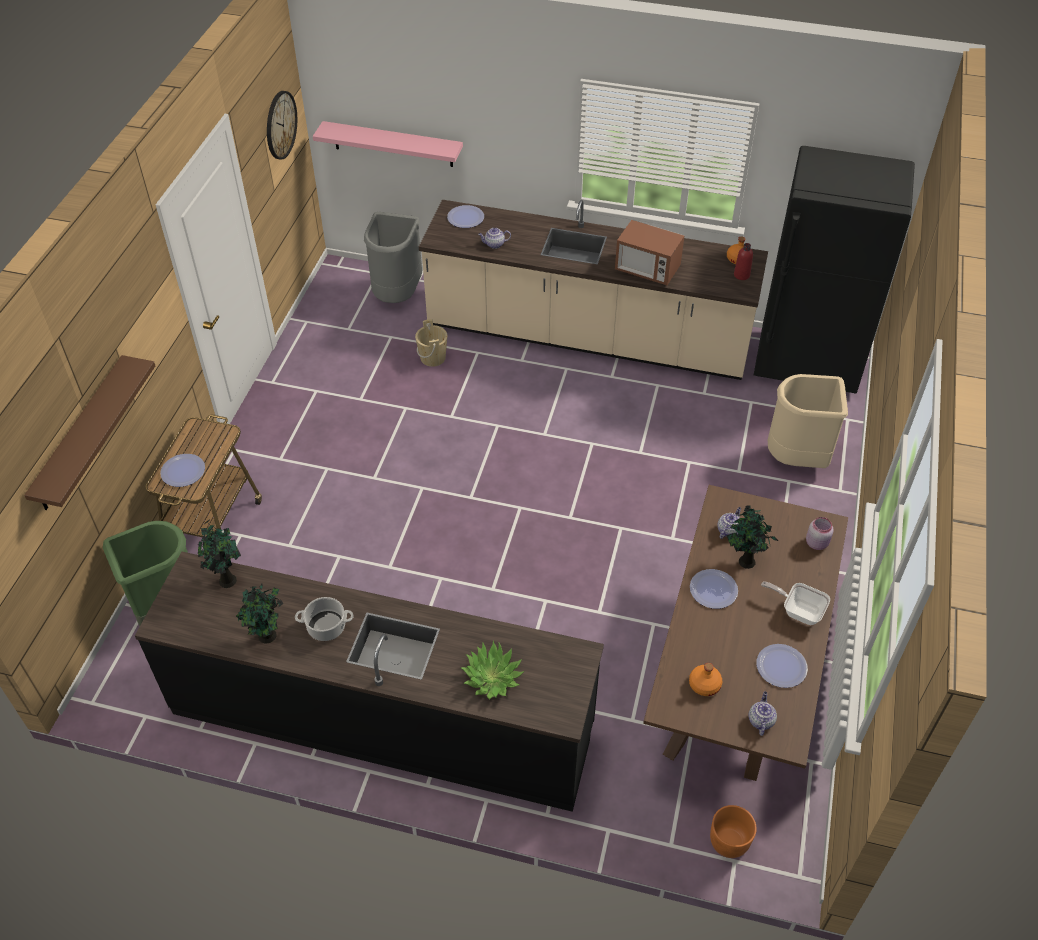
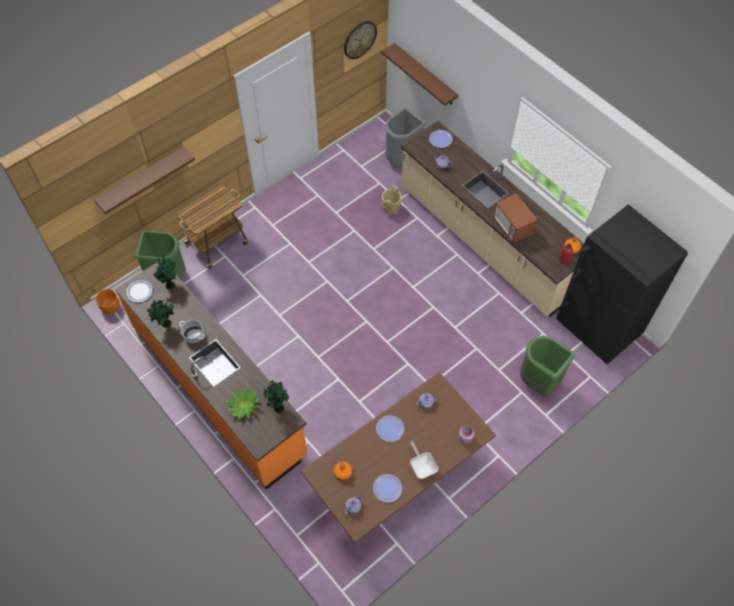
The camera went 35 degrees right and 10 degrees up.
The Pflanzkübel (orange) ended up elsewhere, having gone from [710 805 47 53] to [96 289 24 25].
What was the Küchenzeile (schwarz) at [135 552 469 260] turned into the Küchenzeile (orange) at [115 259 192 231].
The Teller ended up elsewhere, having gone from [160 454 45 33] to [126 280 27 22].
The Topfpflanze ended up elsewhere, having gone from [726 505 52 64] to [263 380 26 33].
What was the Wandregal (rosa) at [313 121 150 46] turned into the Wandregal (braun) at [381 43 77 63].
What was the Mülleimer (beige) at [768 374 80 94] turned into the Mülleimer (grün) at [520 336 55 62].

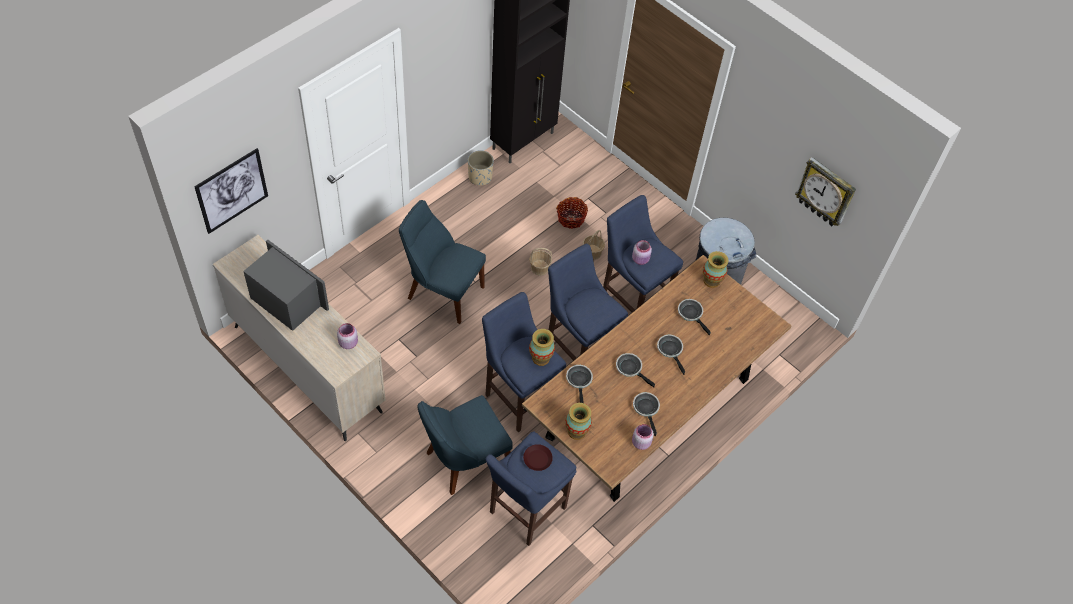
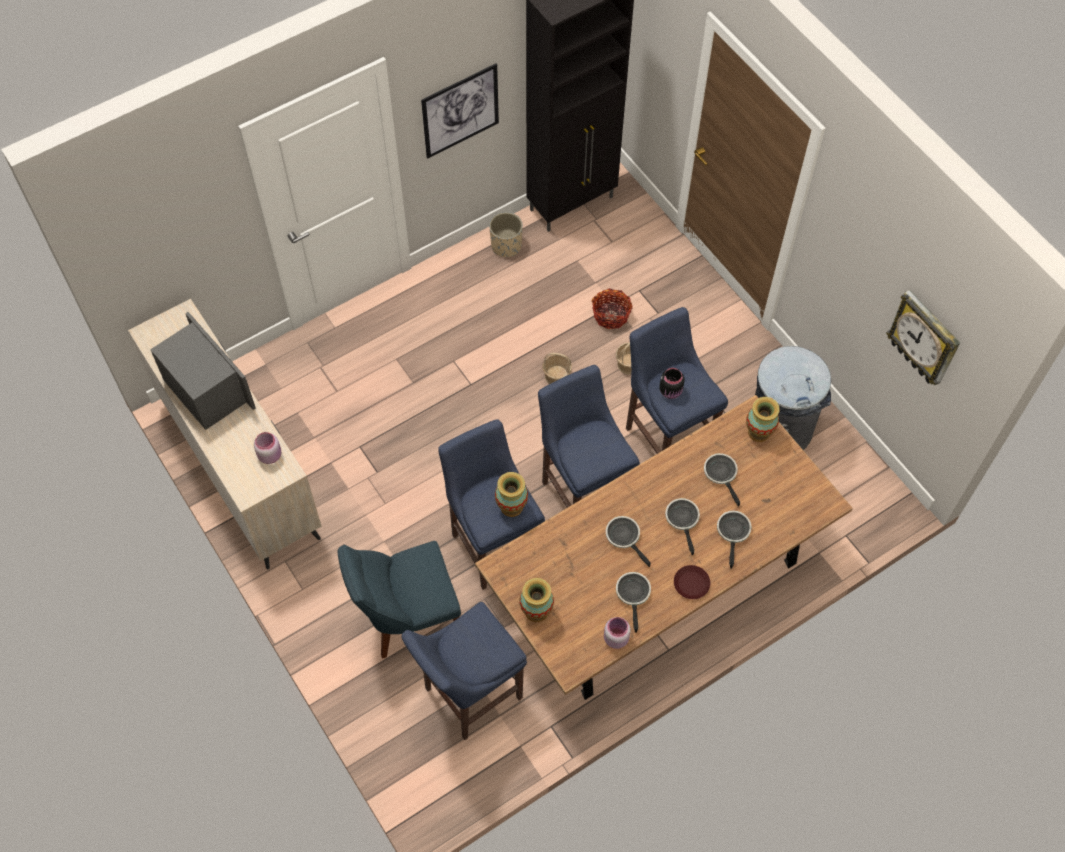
The camera went 15 degrees right and 5 degrees up.
The Bild ended up elsewhere, having gone from [194 148 74 86] to [421 63 78 96].
What was the Vorratsglas (rosa) at [632 240 20 25] turned into the Vorratsglas (schwarz) at [659 368 25 31].
The Teller (braun) ended up elsewhere, having gone from [523 444 30 27] to [674 565 36 34].
The Pfanne ended up elsewhere, having gone from [566 365 27 38] to [717 511 34 58].
The second view lost the Stuhl (blau) at [399 200 87 124].

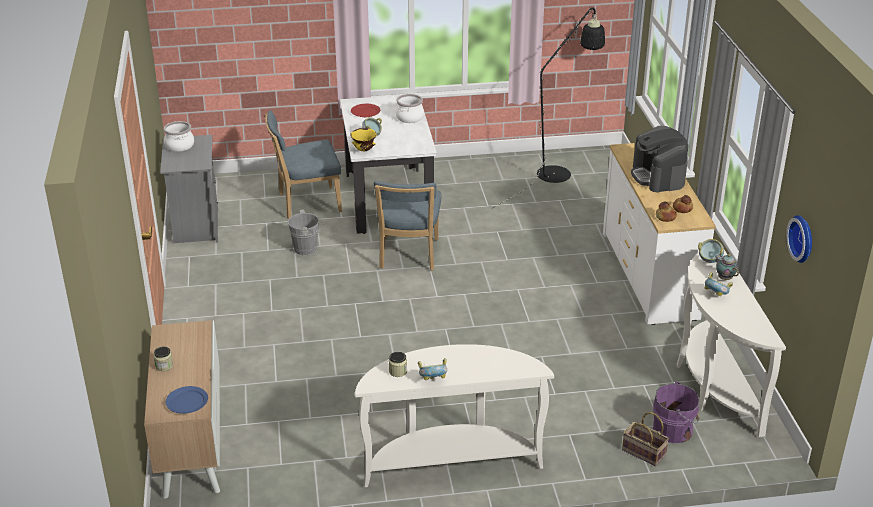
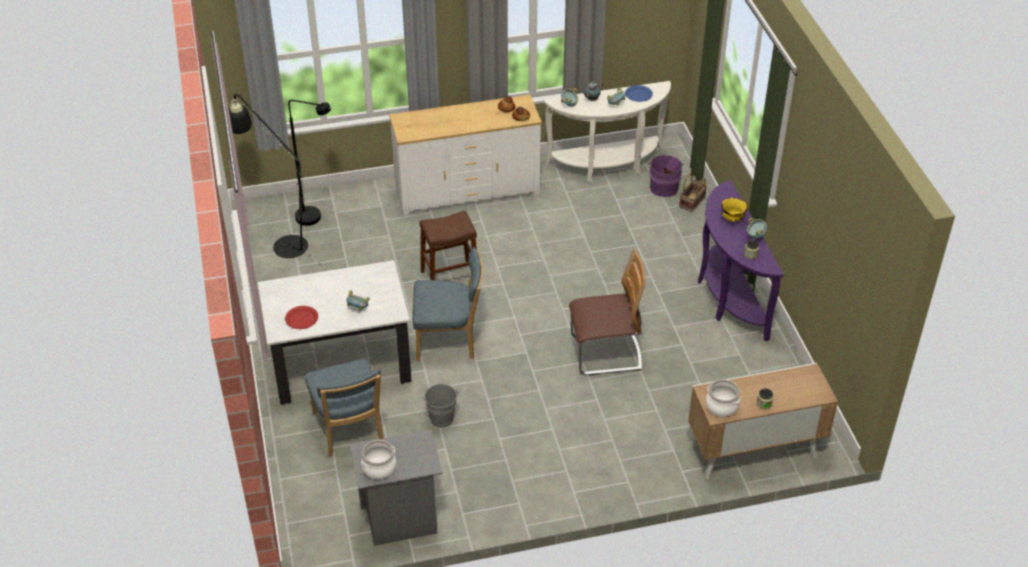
The camera went 95 degrees left and 10 degrees up.
The second view gained the Stehlampe (schwarz) at [288 100 43 126].
The second view gained the Hocker (braun) at [420 211 57 69].
The second view gained the Stuhl at [569 249 76 126].
The Teller (blau) ended up elsewhere, having gone from [166 386 42 28] to [625 85 28 17].
What was the Konsolentisch (weiß) at [355 344 199 143] turned into the Konsolentisch (lila) at [698 180 86 161].
The Kochtopf ended up elsewhere, having gone from [395 94 29 29] to [706 379 34 38].
The Schüssel (gelb) ended up elsewhere, having gone from [350 128 27 23] to [722 198 26 24].
The second view lost the Kaffeemaschine at [631 126 57 66].
The second view lost the Wanduhr at [786 215 26 48].

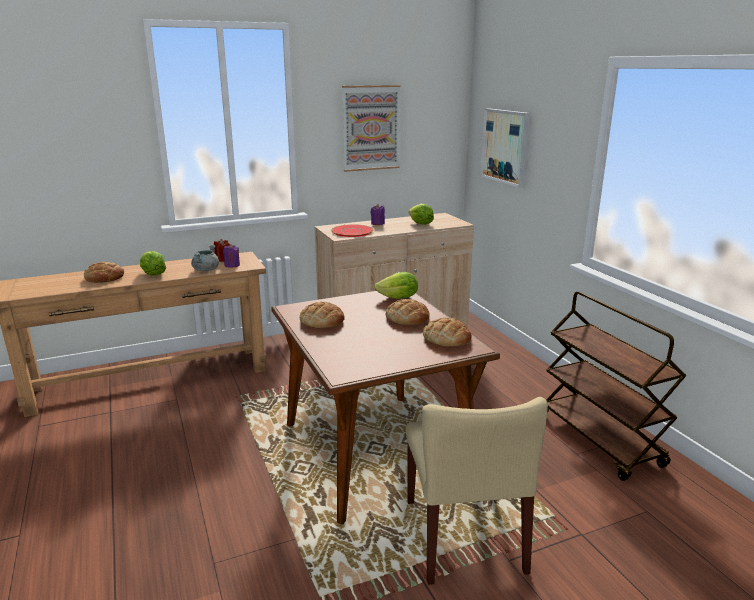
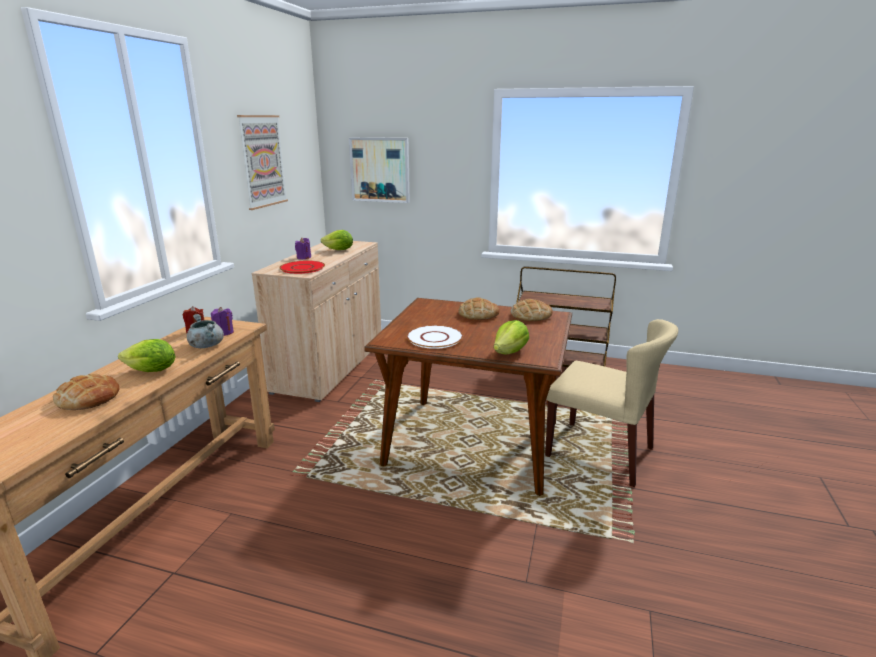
The camera went 50 degrees left and 0 degrees up.
Where the Brot stood at [300 302 45 26], the Teller (weiß) came to stand at [406 325 57 24].
The Salatkopf ended up elsewhere, having gone from [374 272 44 27] to [494 320 35 34].

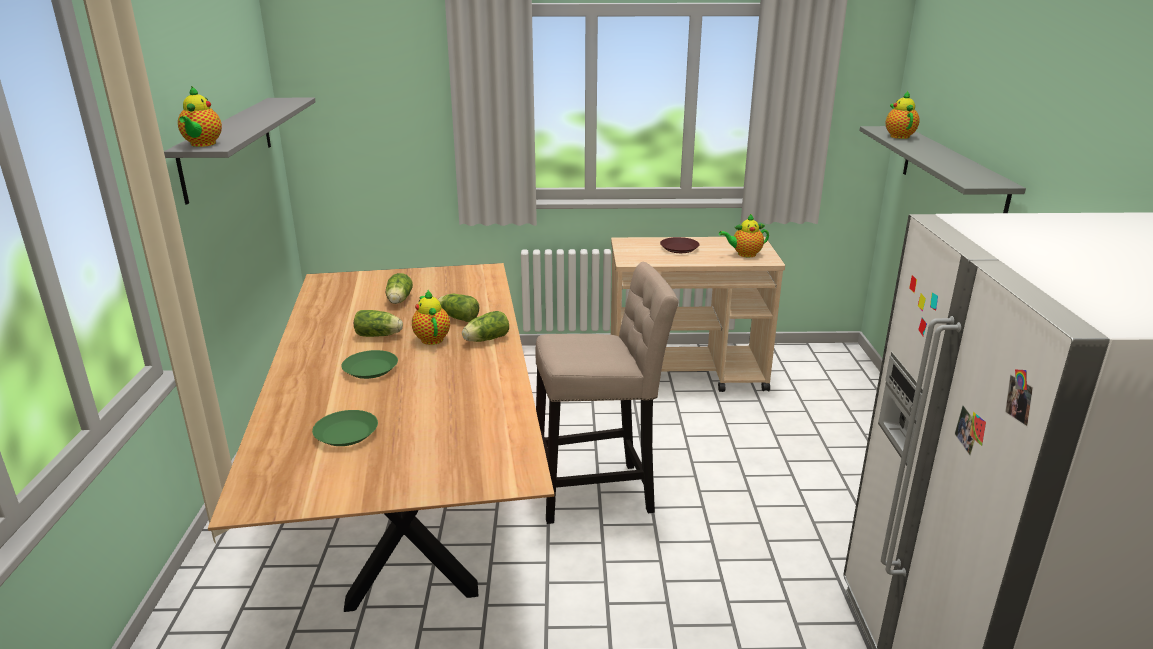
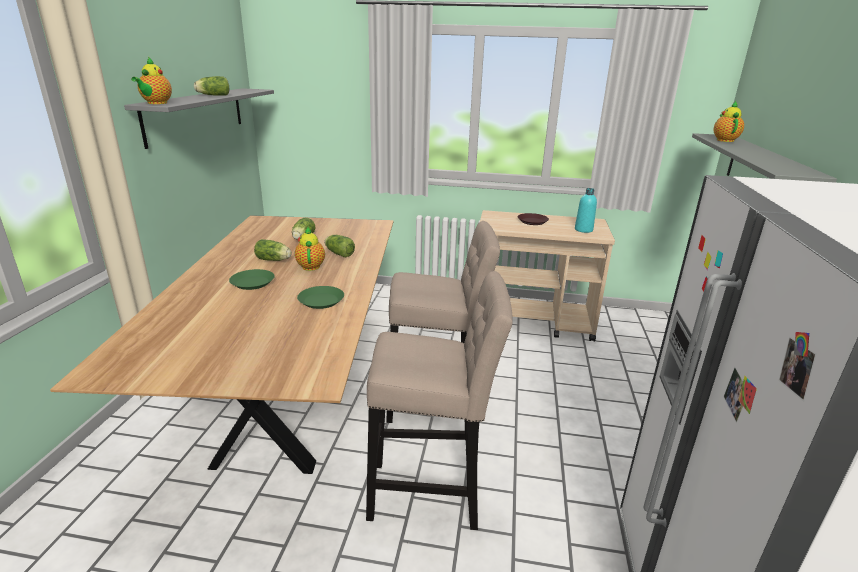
The camera went 10 degrees right and 0 degrees up.
The Salatkopf ended up elsewhere, having gone from [462 311 47 31] to [194 76 35 20].
The Teller (grün) ended up elsewhere, having gone from [312 410 66 36] to [297 286 47 23].
The second view gained the Hocker (beige) at [366 271 146 259].
Where the Teekanne stood at [719 214 50 43], the Flasche (türkis) came to stand at [575 188 22 45].

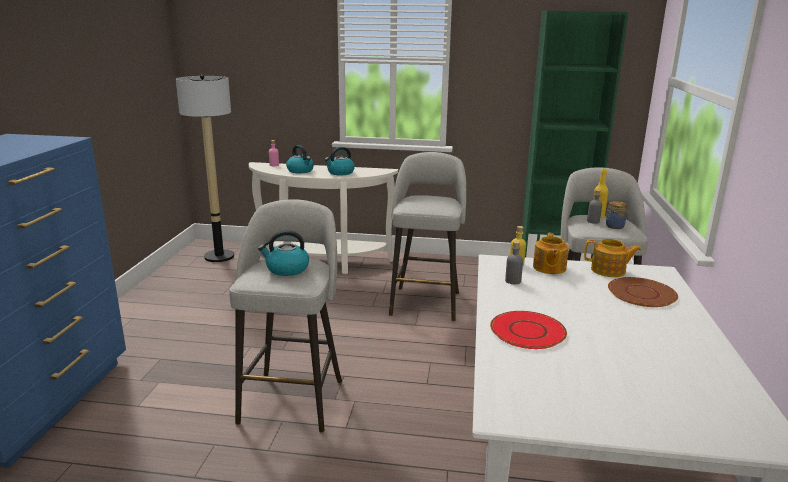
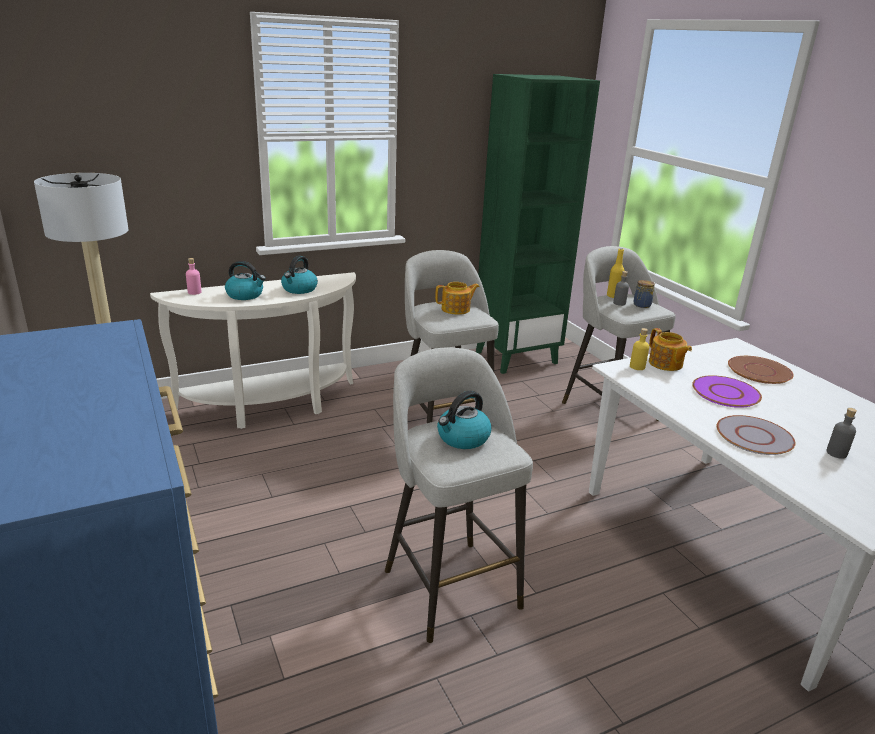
The camera went 35 degrees left and 5 degrees up.
The Teekanne ended up elsewhere, having gone from [584 239 57 38] to [435 282 44 33].
The second view gained the Teller (lila) at [692 375 70 33].
What was the Teller (rot) at [490 311 77 38] turned into the Teller (grau) at [717 415 79 40].
The Flasche (grau) ended up elsewhere, having gone from [505 241 18 43] to [826 408 31 51].

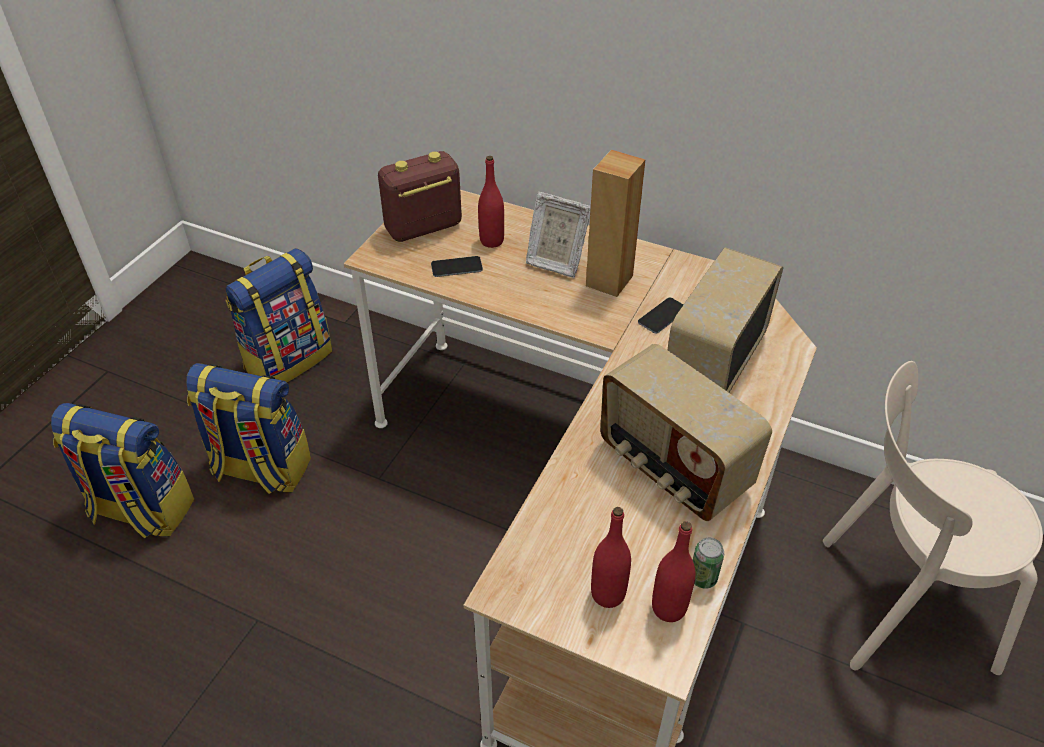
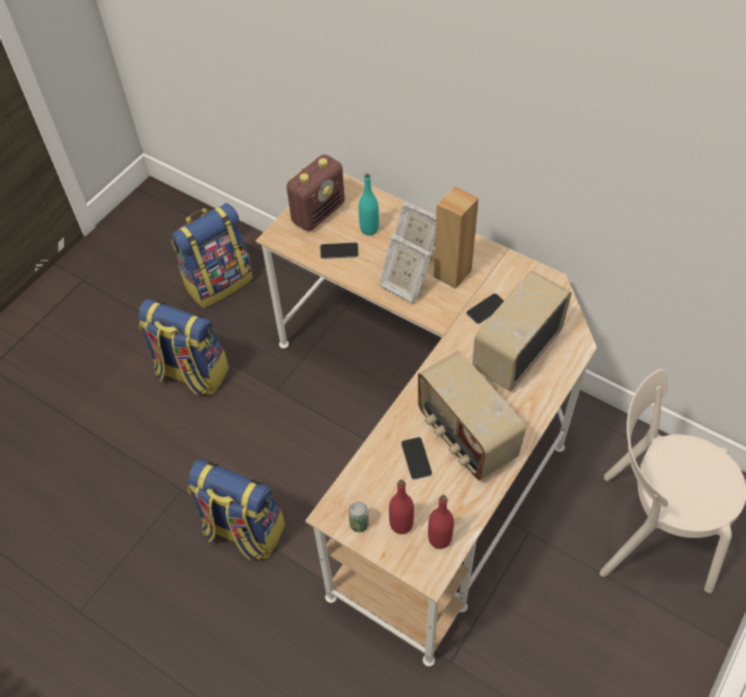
The camera went 10 degrees right and 10 degrees up.
The Rucksack ended up elsewhere, having gone from [51 403 143 135] to [188 459 97 101].
The Radio at [378 151 84 91] ended up facing another way, 150 degrees clockwise from before.
The Dose ended up elsewhere, having gone from [693 537 31 52] to [348 502 21 30].
What was the Flasche (rot) at [478 156 26 92] turned into the Flasche (türkis) at [359 174 20 61].
The second view gained the Bilderrahmen at [380 234 51 69].
The second view gained the Handy at [401 437 31 43].

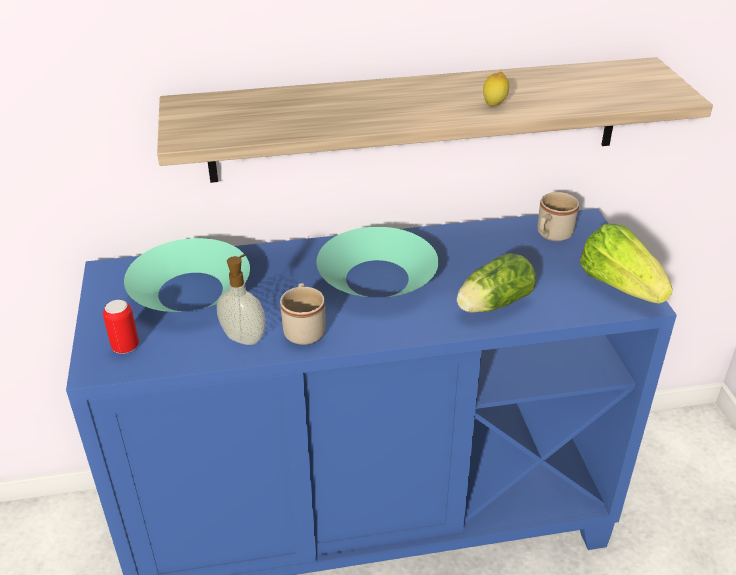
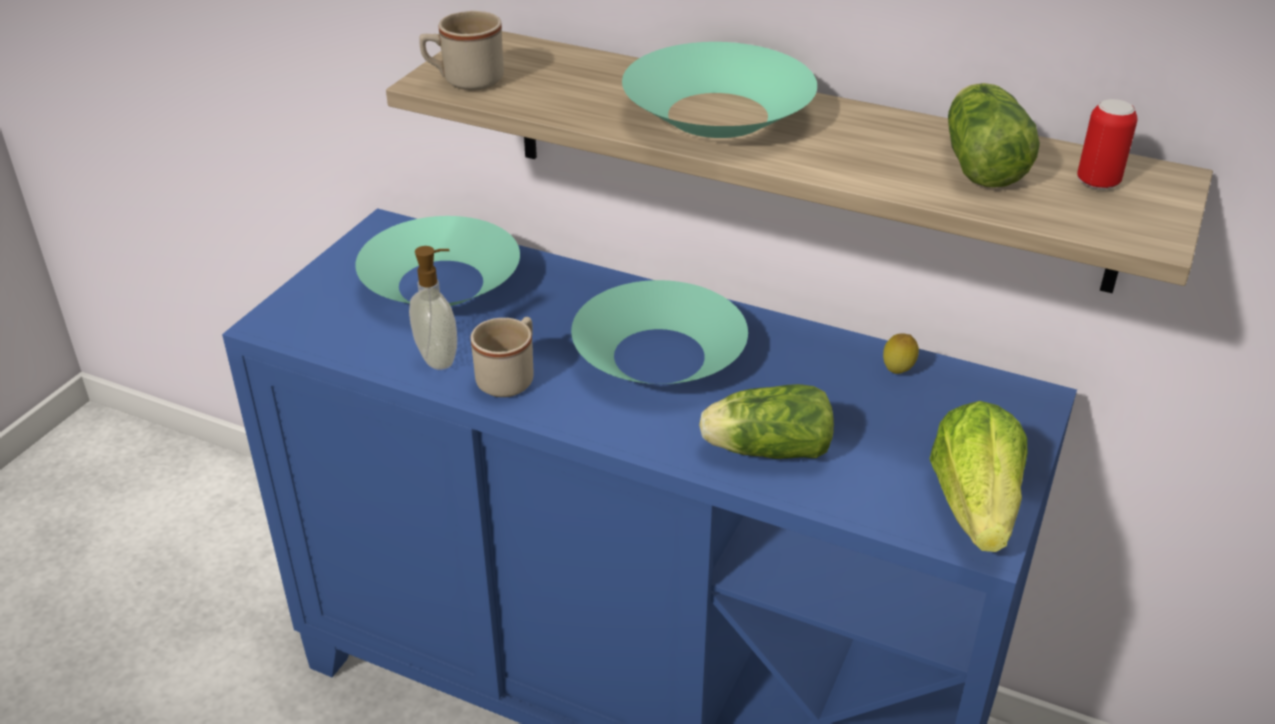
The camera went 35 degrees right and 0 degrees up.
The Henkelbecher (beige) ended up elsewhere, having gone from [537 192 42 49] to [419 11 85 79].
The second view gained the Schüssel (türkis) at [622 42 195 96].
The Zitrone ended up elsewhere, having gone from [483 72 26 34] to [883 333 36 41].
The second view gained the Salatkopf at [948 83 92 104].
The Dose ended up elsewhere, having gone from [103 300 36 54] to [1077 99 60 91].

